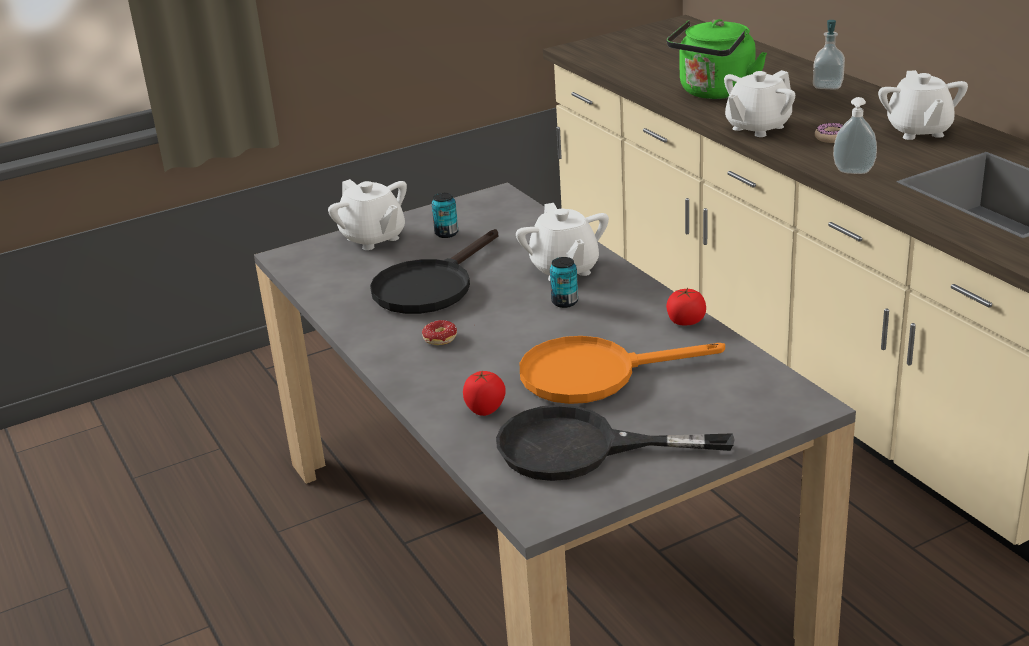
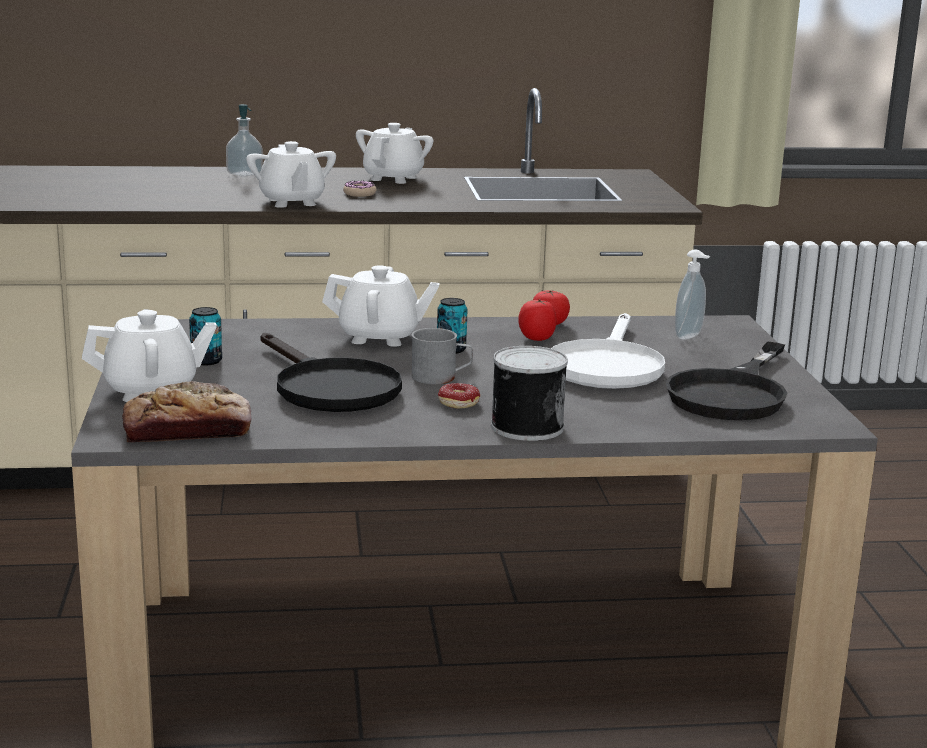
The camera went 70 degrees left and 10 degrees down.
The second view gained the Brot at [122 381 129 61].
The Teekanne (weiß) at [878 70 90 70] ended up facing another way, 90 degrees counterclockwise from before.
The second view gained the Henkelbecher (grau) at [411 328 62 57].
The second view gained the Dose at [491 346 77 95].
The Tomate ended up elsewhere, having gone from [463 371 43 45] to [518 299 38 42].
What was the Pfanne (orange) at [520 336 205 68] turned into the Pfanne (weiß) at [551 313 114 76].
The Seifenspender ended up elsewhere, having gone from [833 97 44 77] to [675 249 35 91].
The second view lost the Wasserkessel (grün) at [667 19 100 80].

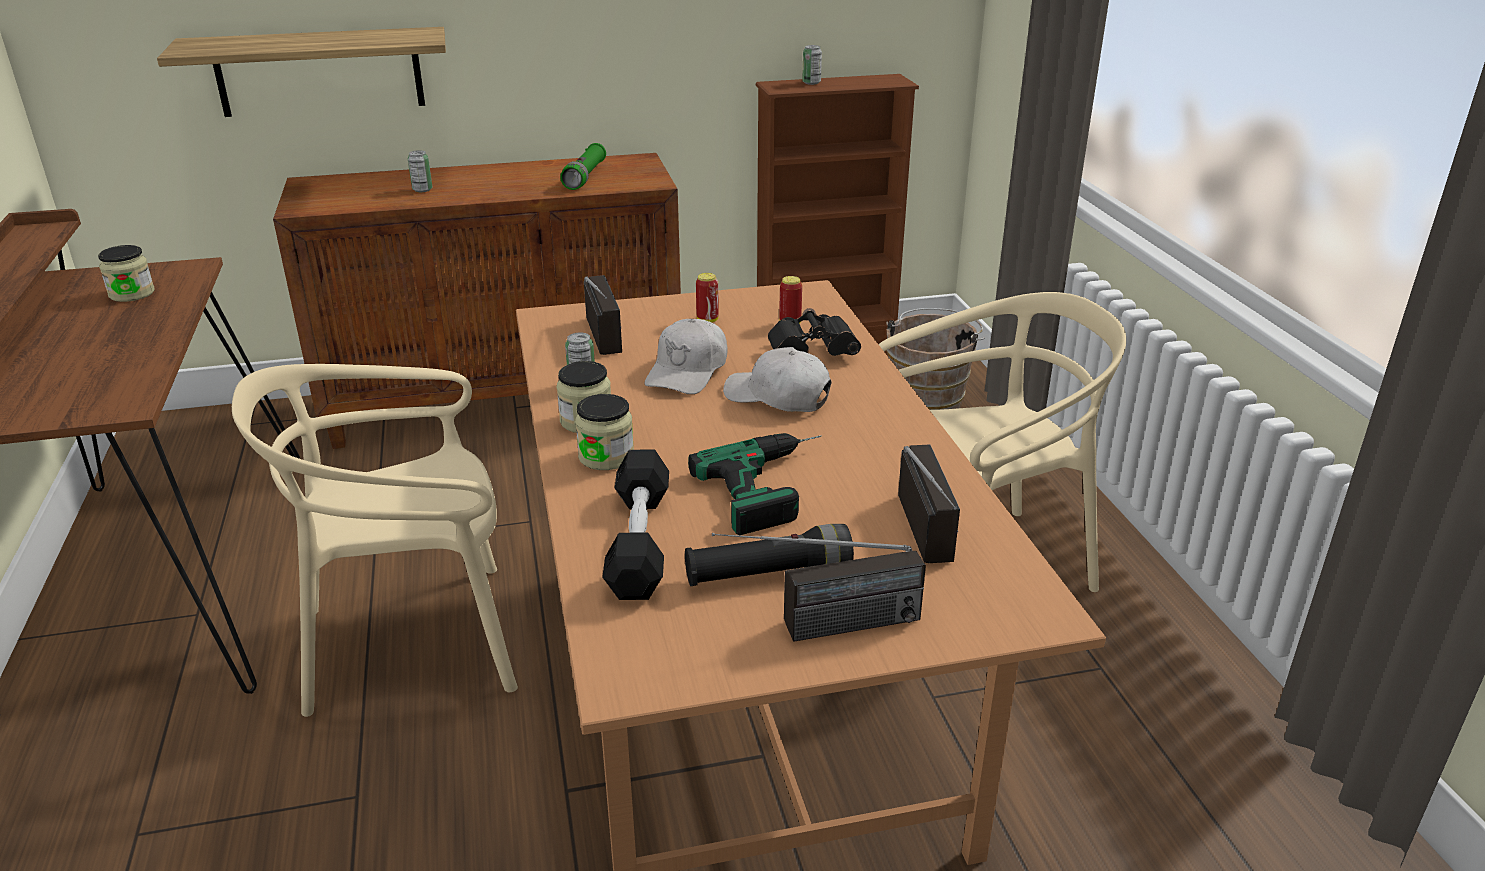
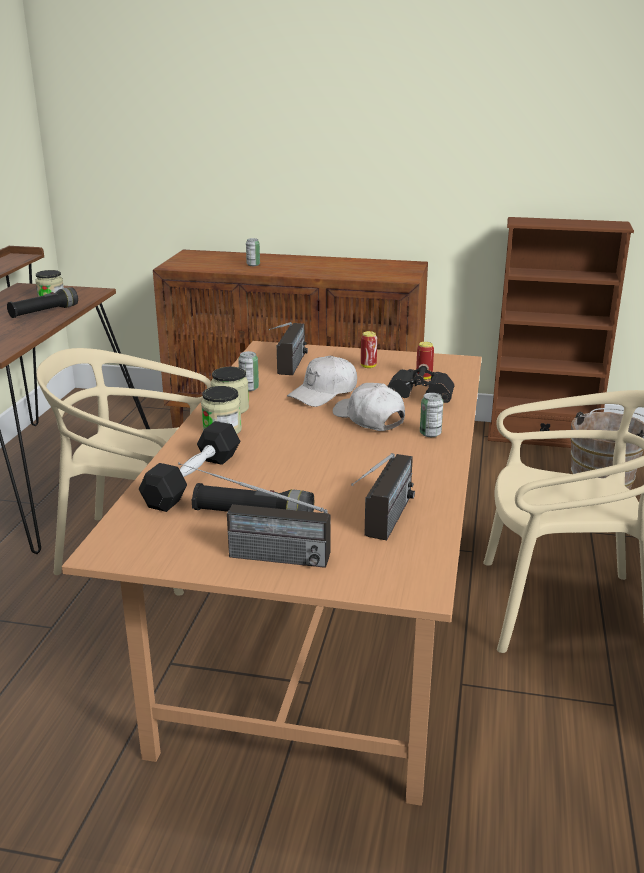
The camera went 25 degrees right and 5 degrees down.
The second view gained the Taschenlampe (schwarz) at [7 287 71 31].
The Dose ended up elsewhere, having gone from [802 45 20 40] to [420 393 23 44].
The second view lost the Wandregal at [157 27 289 90].
The second view lost the Taschenlampe (grün) at [560 143 46 47].
The second view lost the Bohrmaschine at [688 433 134 102].

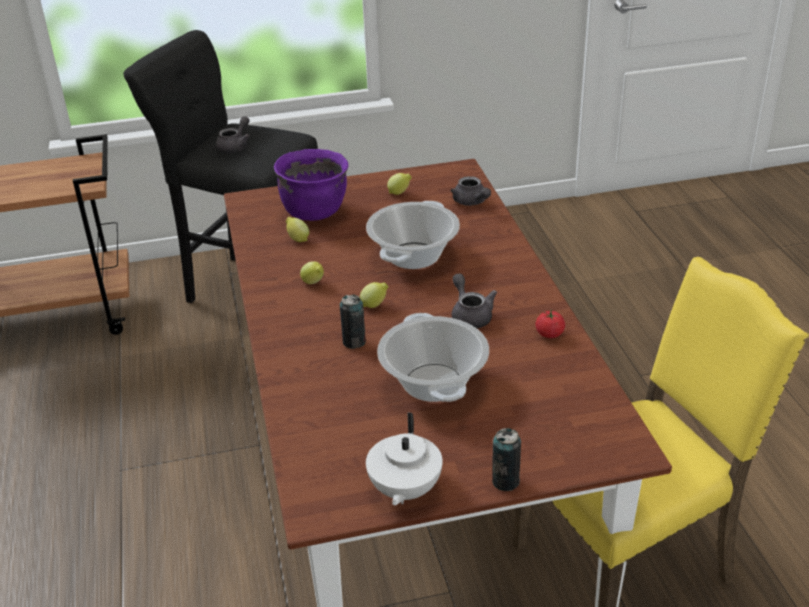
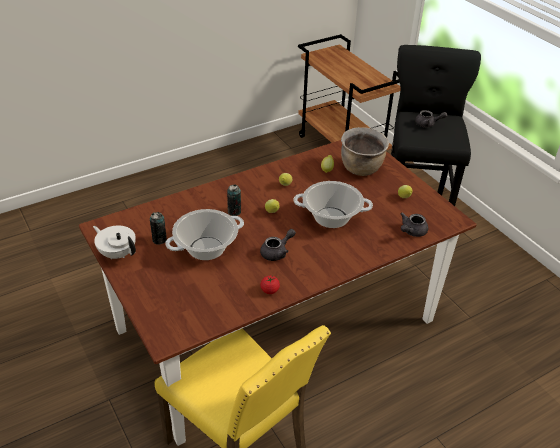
The camera went 70 degrees right and 5 degrees up.
The Teekanne (weiß) at [366 413 77 92] ended up facing another way, 45 degrees clockwise from before.
The Dose ended up elsewhere, having gone from [492 428 29 63] to [150 212 17 33].
What was the Kochtopf (lila) at [274 149 75 72] turned into the Kochtopf (braun) at [341 127 48 49].

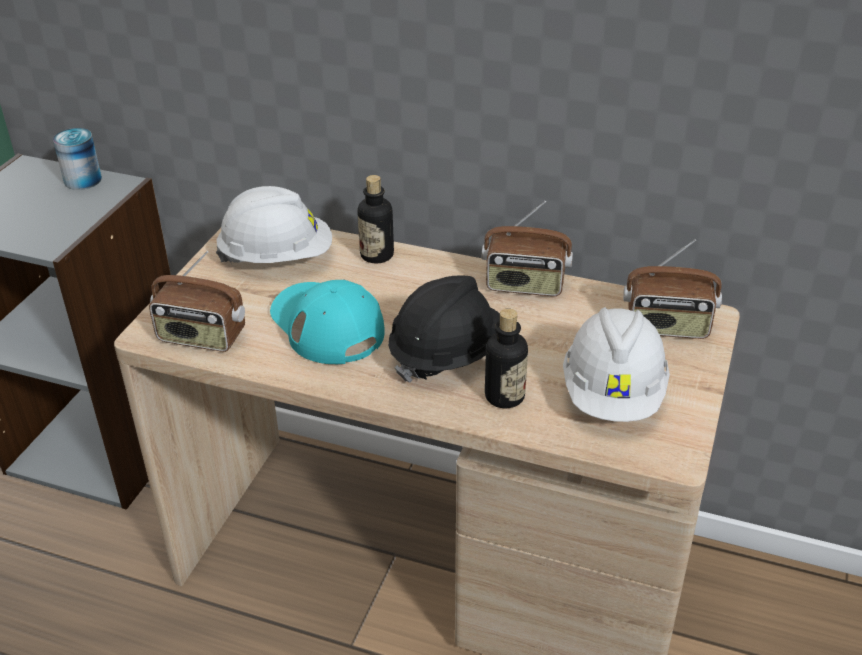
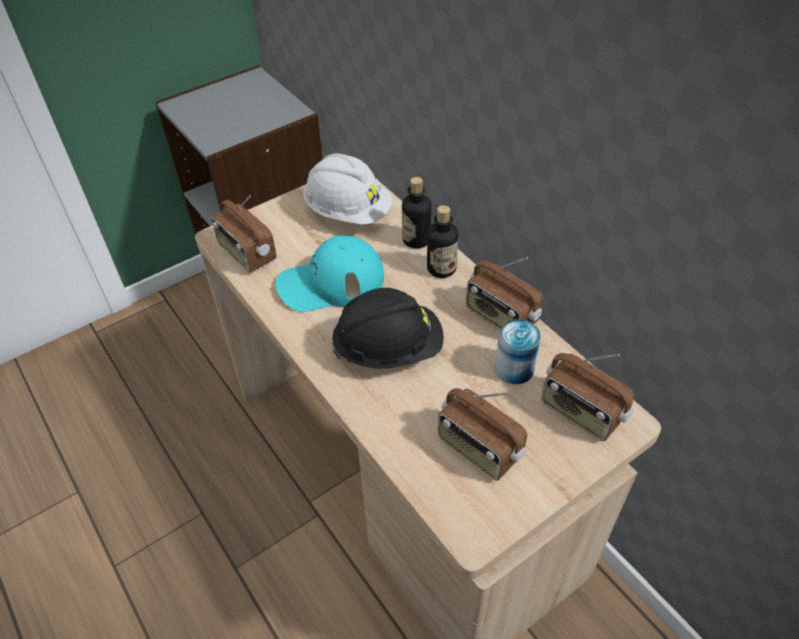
The camera went 35 degrees right and 10 degrees up.
The Kappe (türkis) at [270 279 115 85] ended up facing another way, 105 degrees counterclockwise from before.
The Flasche ended up elsewhere, having gone from [485 308 43 101] to [427 205 31 73].
Where the Schutzhelm (weiß) stood at [563 307 107 115], the Radio came to stand at [438 388 89 93].
The Dose ended up elsewhere, having gone from [53 128 49 62] to [495 319 46 65].

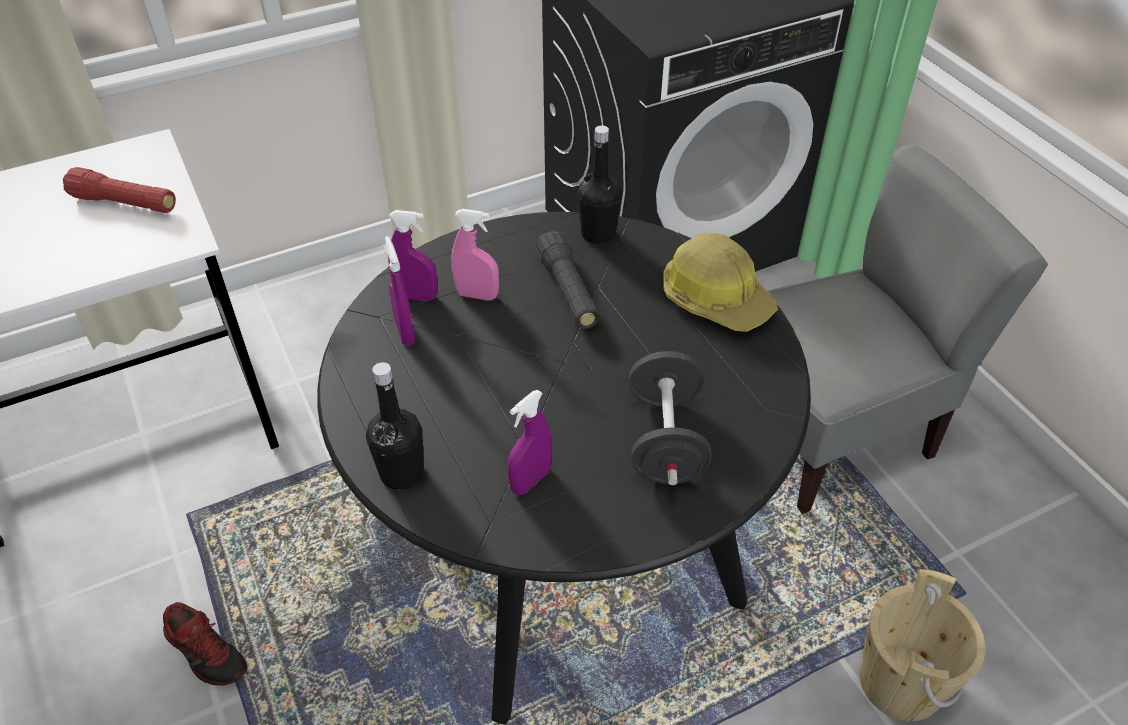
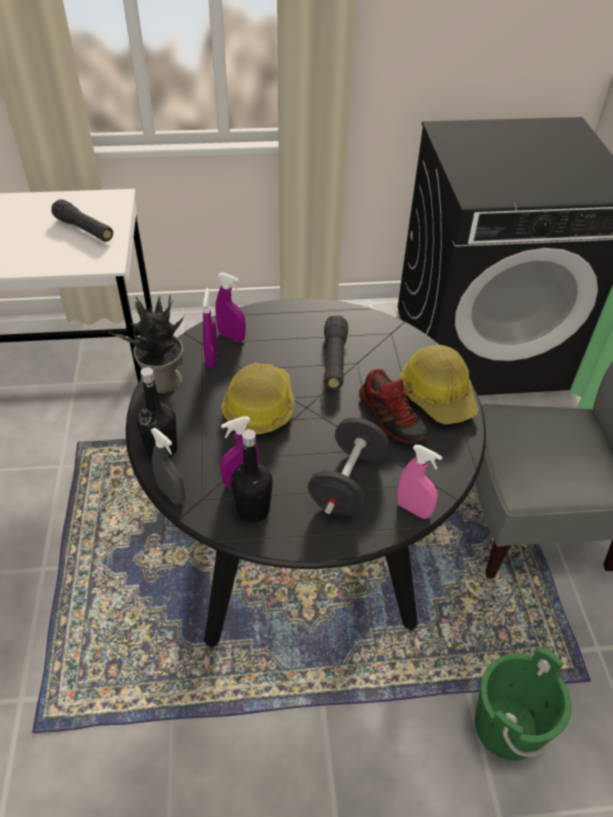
The camera went 20 degrees right and 0 degrees up.
What was the Taschenlampe (rot) at [63 167 113 46] turned into the Taschenlampe (schwarz) at [51 199 62 43].
The second view gained the Topfpflanze at [107 295 77 98].
The second view gained the Sprühflasche (grau) at [150 428 35 76].
The second view gained the Schutzhelm at [221 362 73 72].
The Flasche (schwarz) ended up elsewhere, having gone from [578 125 44 119] to [231 429 42 94].
The Schuh ended up elsewhere, having gone from [163 602 84 84] to [359 369 69 75].
The Sprühflasche (rosa) ended up elsewhere, having gone from [451 209 48 92] to [397 445 45 74].
What was the Eimer (beige) at [859 569 126 152] turned into the Eimer (grün) at [475 646 96 115].

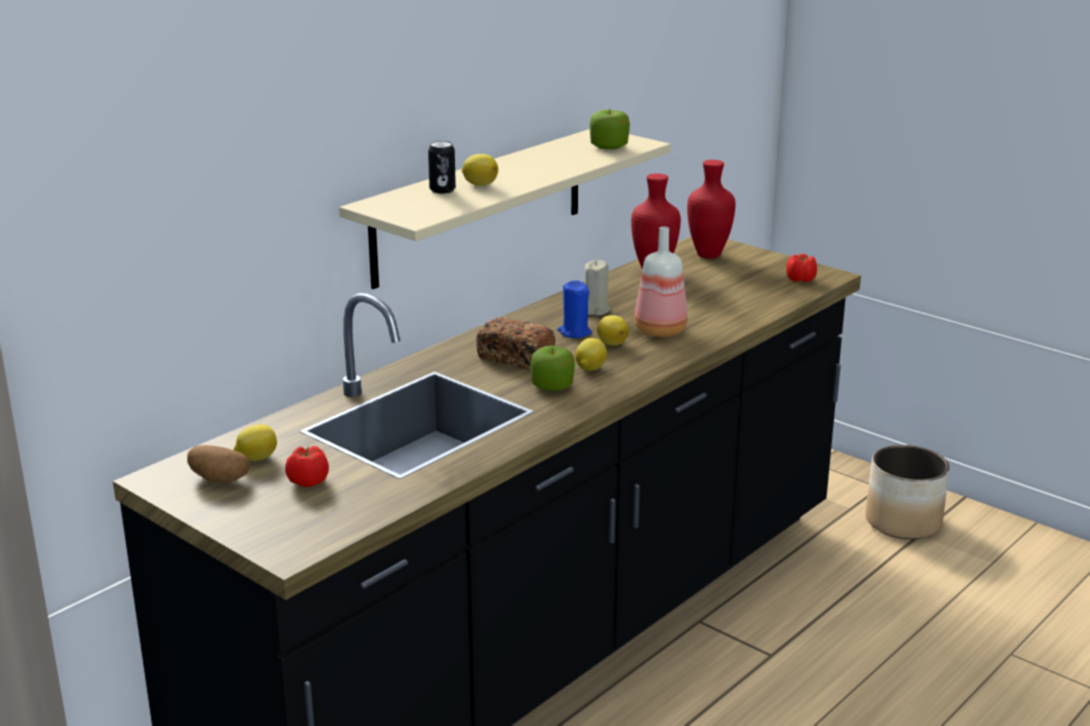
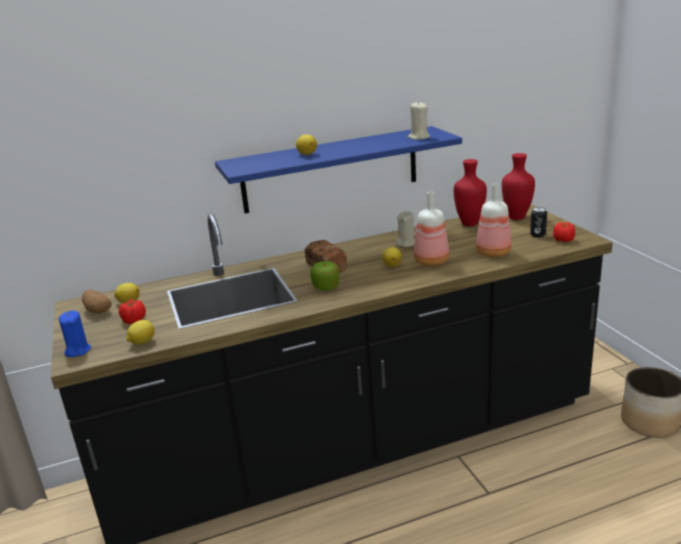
The camera went 30 degrees right and 0 degrees up.
The Kerze (blau) ended up elsewhere, having gone from [558 280 34 58] to [59 311 32 46].
The Zitrone ended up elsewhere, having gone from [575 338 32 33] to [126 320 29 25].
What was the Wandregal (beige) at [339 129 332 160] turned into the Wandregal (blau) at [215 126 247 88].
Where the Apfel stood at [590 109 40 40], the Kerze (beige) came to stand at [408 101 22 39].
The second view gained the Flasche at [476 184 36 73].
The Dose ended up elsewhere, having gone from [428 141 28 53] to [530 207 17 31].

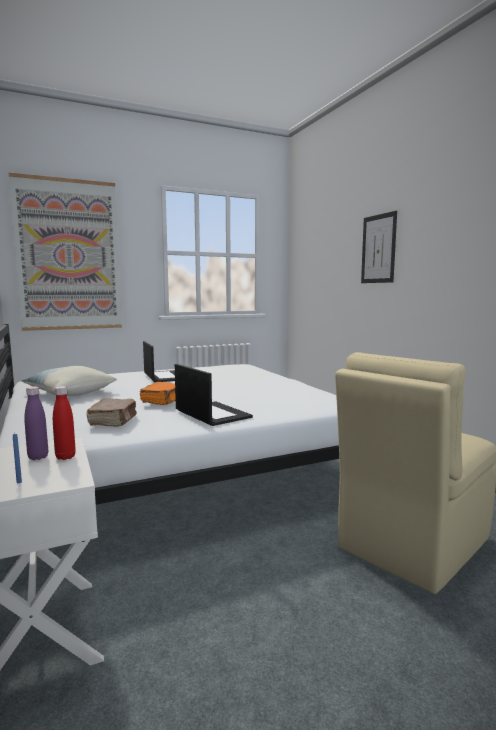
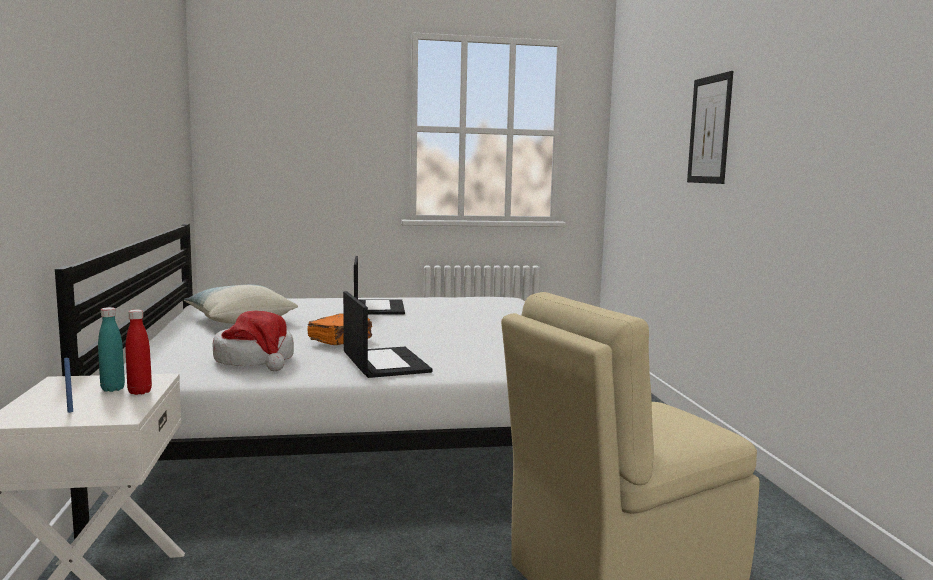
The camera went 15 degrees right and 0 degrees up.
What was the Flasche (lila) at [24 386 24 74] turned into the Flasche (türkis) at [98 307 27 85].
Where the Buch (braun) stood at [86 398 51 29], the Hut came to stand at [212 311 82 60].
The second view lost the Bild at [9 173 113 158].

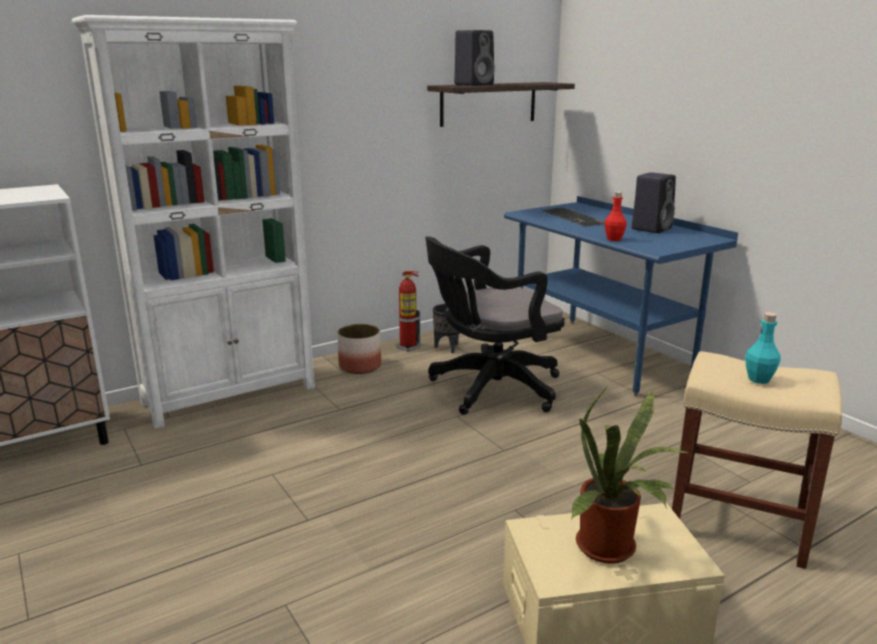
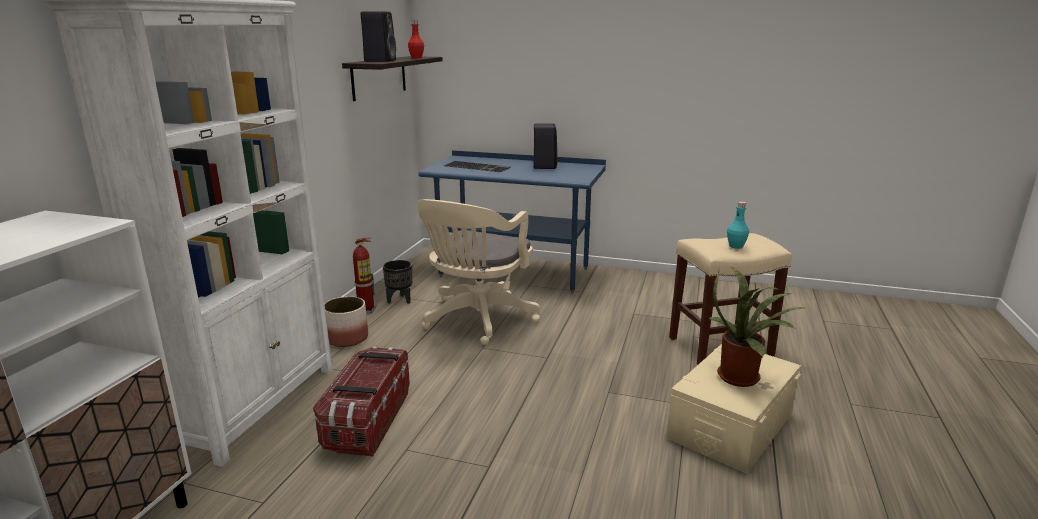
The camera went 40 degrees left and 0 degrees up.
The second view gained the Aufbewahrungsbox at [313 346 97 111].
The Flasche (rot) ended up elsewhere, having gone from [605 192 22 49] to [408 20 16 38].
What was the Bürostuhl (schwarz) at [425 236 140 179] turned into the Bürostuhl (beige) at [417 199 123 146].

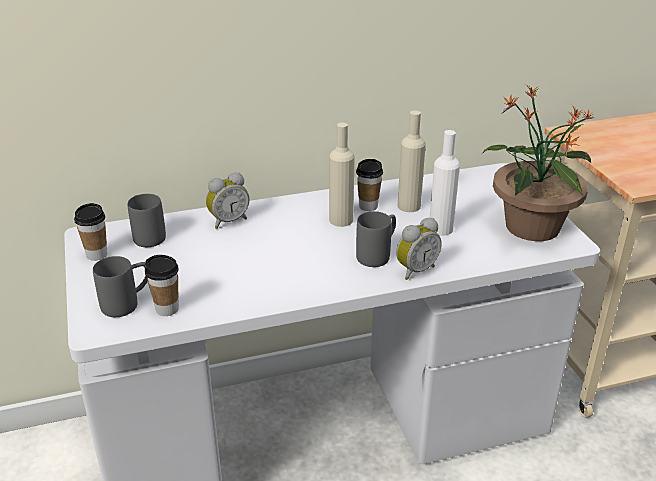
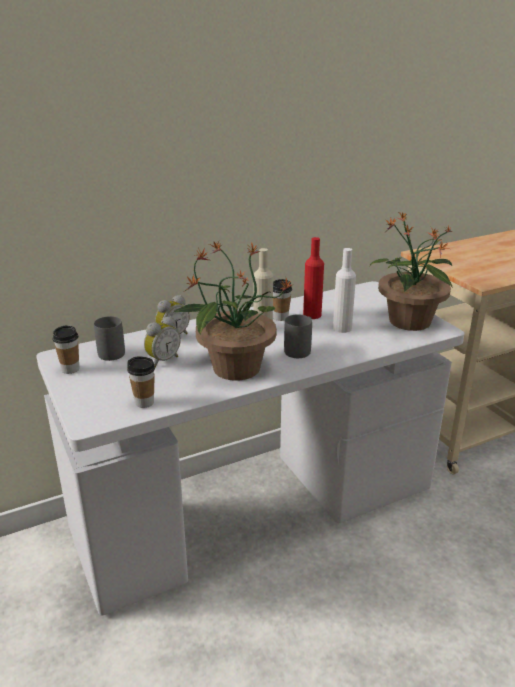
The camera went 10 degrees left and 5 degrees down.
The Wecker ended up elsewhere, having gone from [396 218 46 62] to [144 316 37 52].
The second view gained the Topfpflanze at [174 241 120 140].
What was the Flasche (beige) at [398 110 28 102] turned into the Flasche (rot) at [303 237 21 82].
The second view lost the Henkelbecher (grau) at [93 256 55 61].

